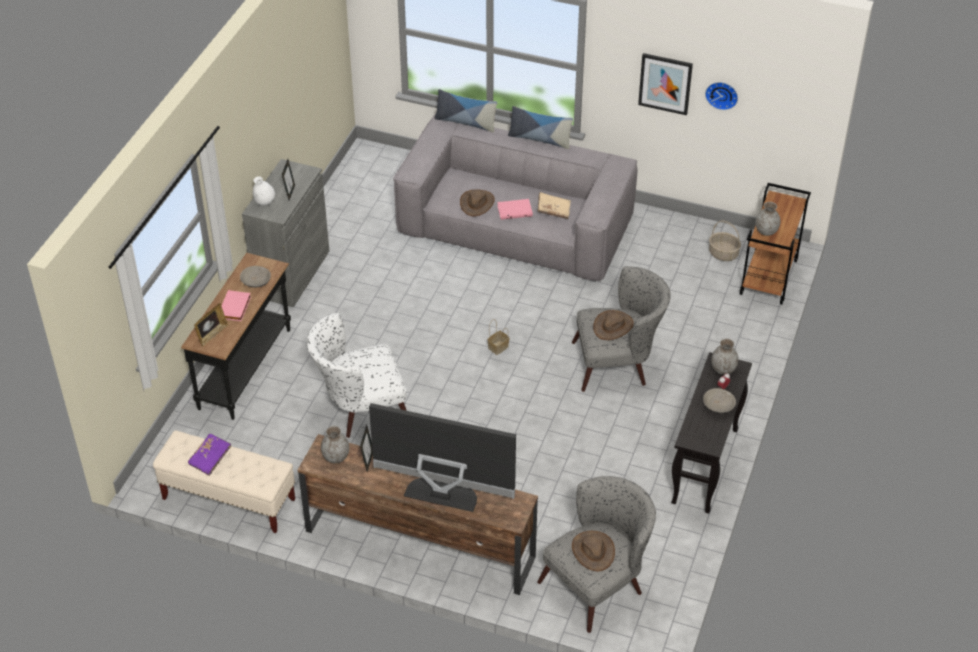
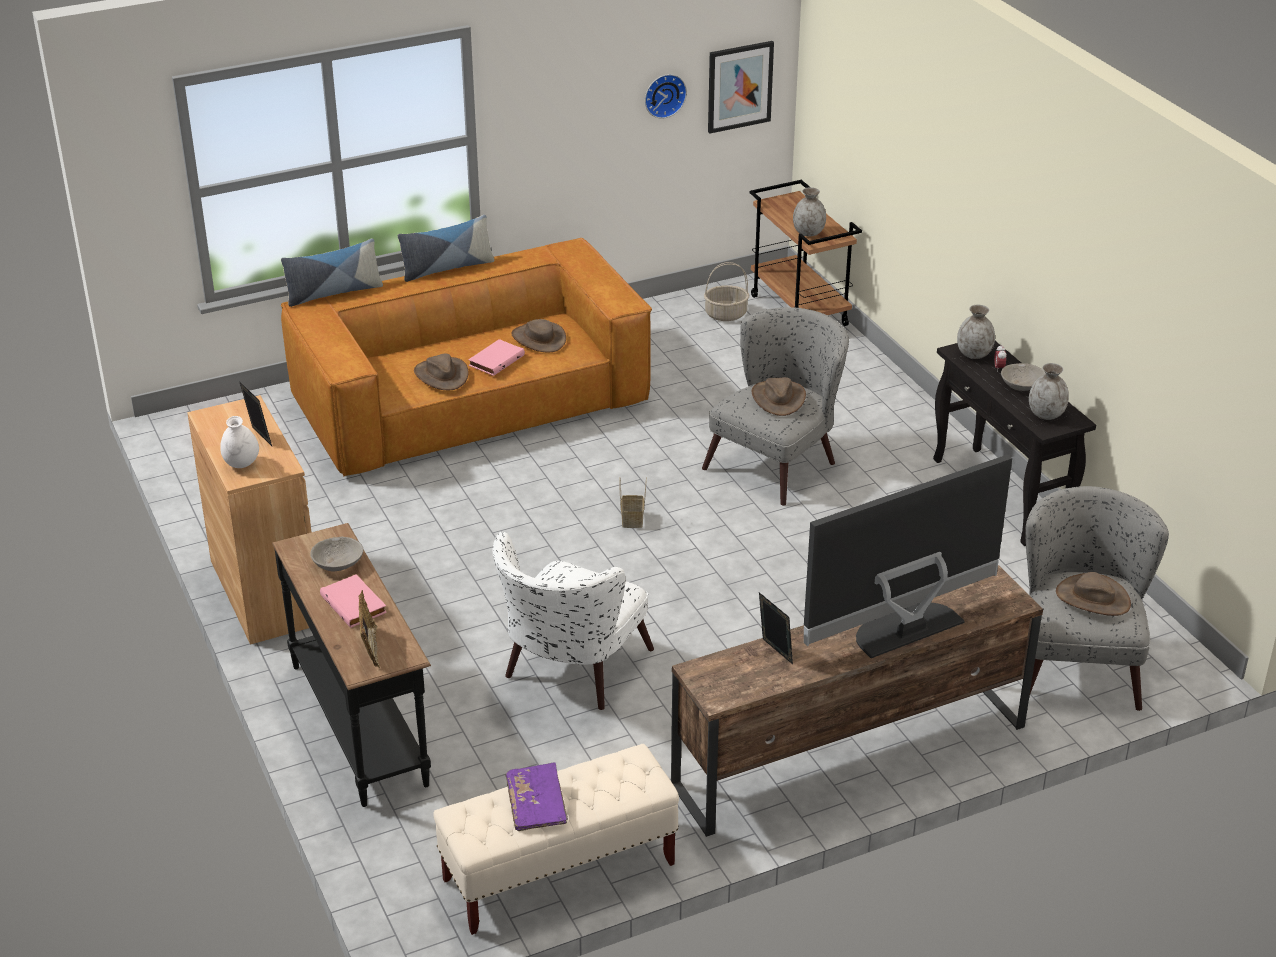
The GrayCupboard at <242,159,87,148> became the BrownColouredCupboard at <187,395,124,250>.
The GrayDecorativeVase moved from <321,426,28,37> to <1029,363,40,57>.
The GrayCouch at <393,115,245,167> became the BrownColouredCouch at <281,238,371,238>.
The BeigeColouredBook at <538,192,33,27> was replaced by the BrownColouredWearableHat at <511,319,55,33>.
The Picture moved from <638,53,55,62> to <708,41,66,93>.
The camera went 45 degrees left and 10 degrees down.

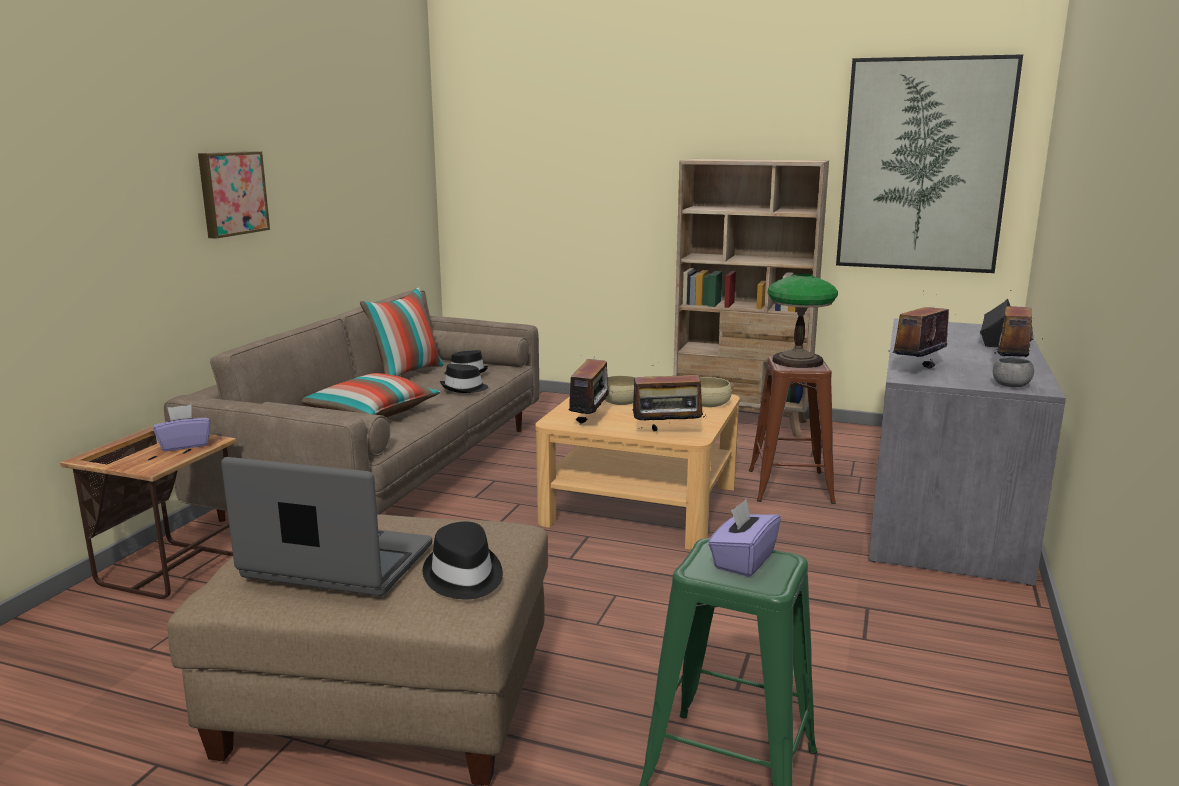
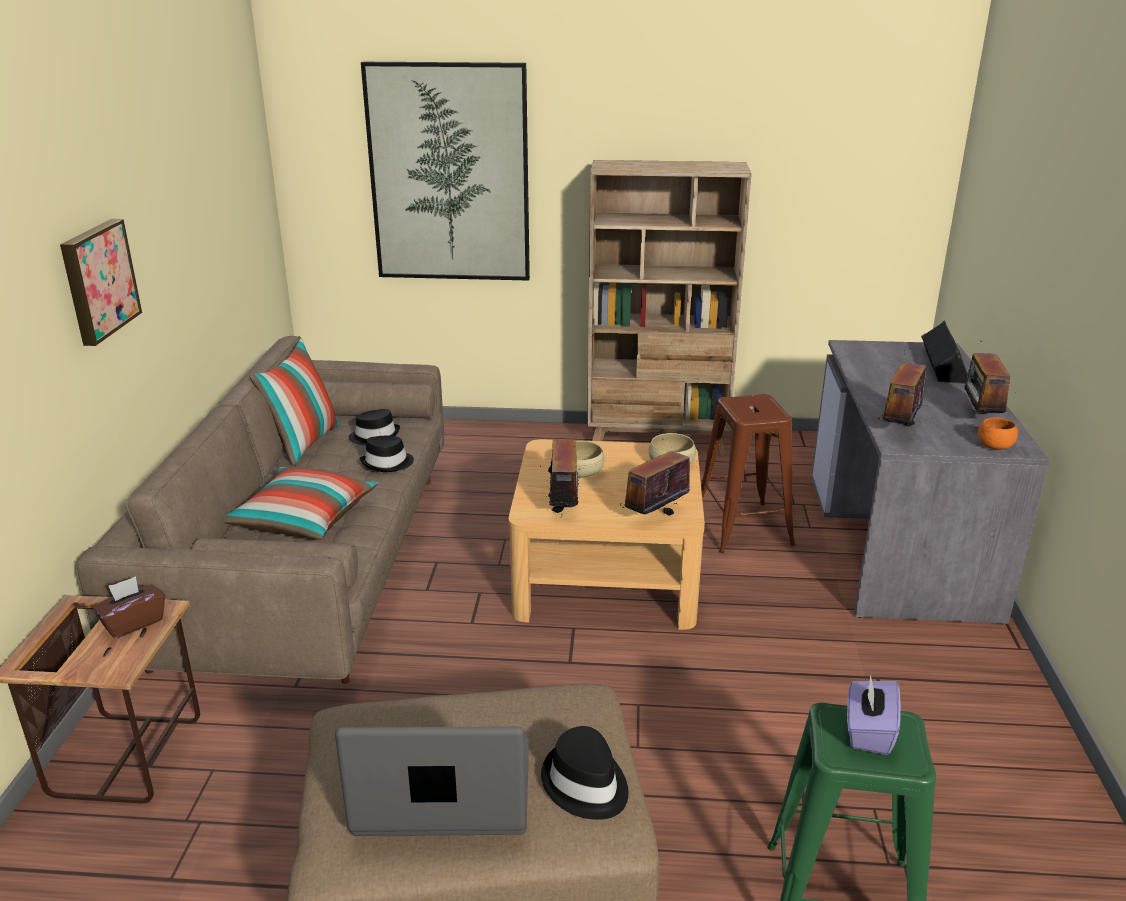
The PurpleColouredBoxOfTissues at <153,405,57,46> became the BrownColouredBoxOfTissues at <92,576,73,63>.
The Radio at <632,365,74,66> turned 150 degrees clockwise.
The TableLamp at <767,273,71,95> disappeared.
The Picture moved from <836,54,187,219> to <361,62,169,219>.
The GrayDeepDish at <993,357,41,30> became the OrangeyDeepDish at <978,417,40,33>.
The camera went 15 degrees left and 10 degrees up.

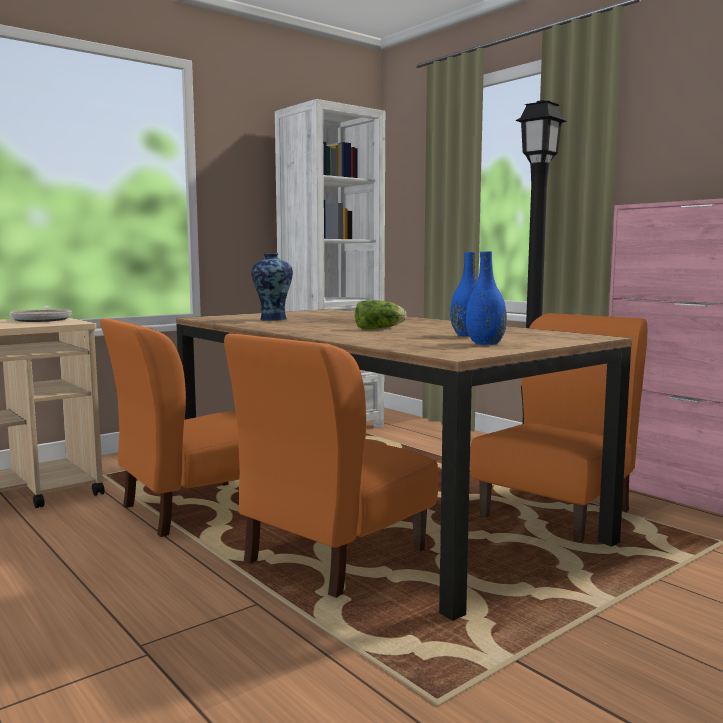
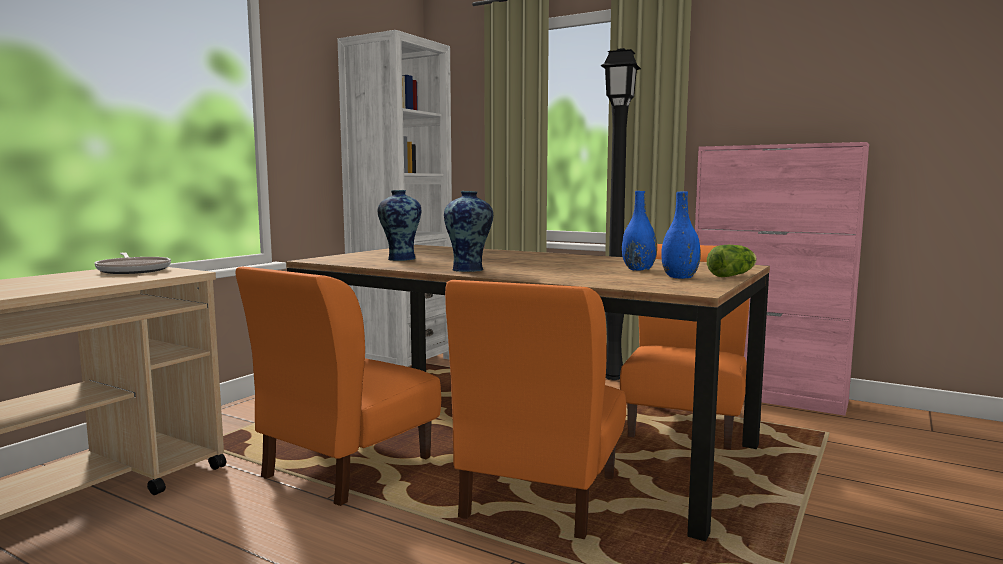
The Lettuce moved from <355,300,51,29> to <707,245,50,32>.
The DecorativeVase at <444,191,49,81> appeared.
The camera went 20 degrees left and 0 degrees up.

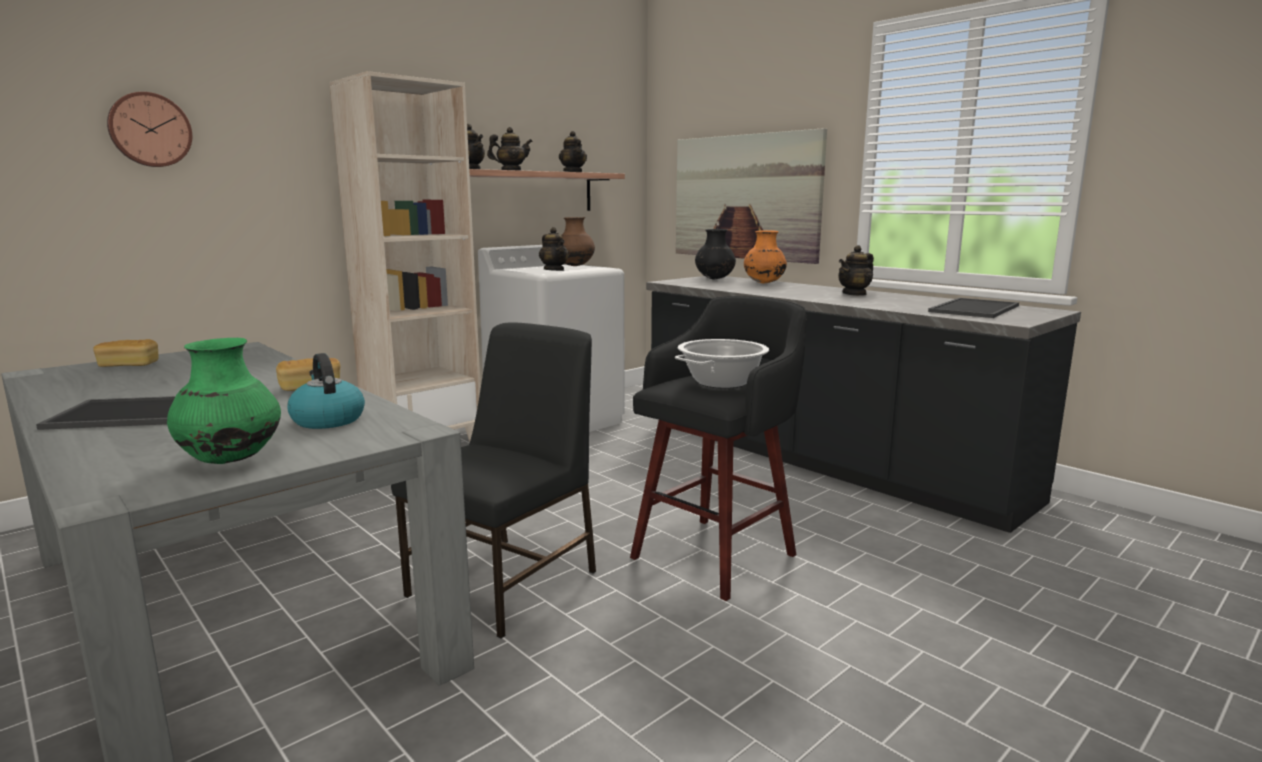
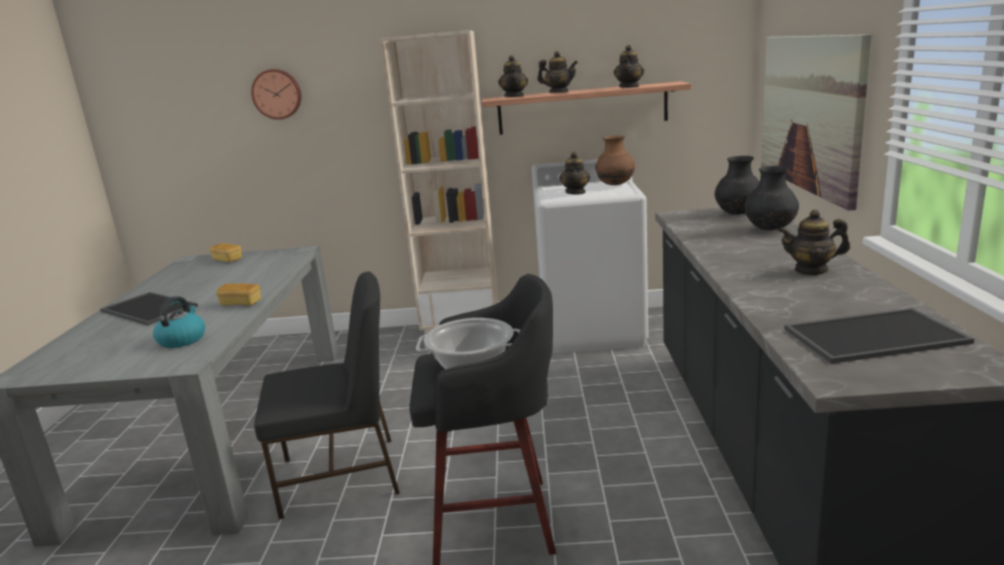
The GreenishDecorativeVase at <167,338,114,126> disappeared.
The OrangeyDecorativeVase at <744,230,43,53> became the BlackishDecorativeVase at <744,166,55,64>.
The camera went 45 degrees right and 5 degrees up.

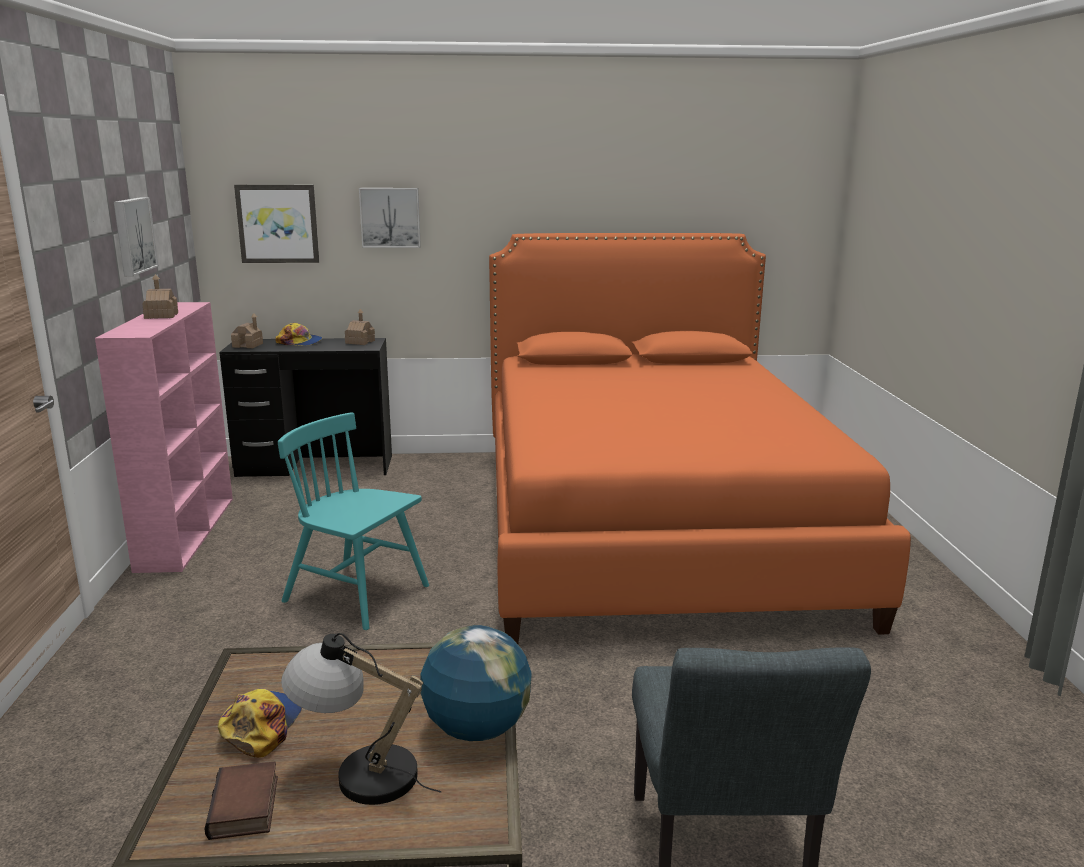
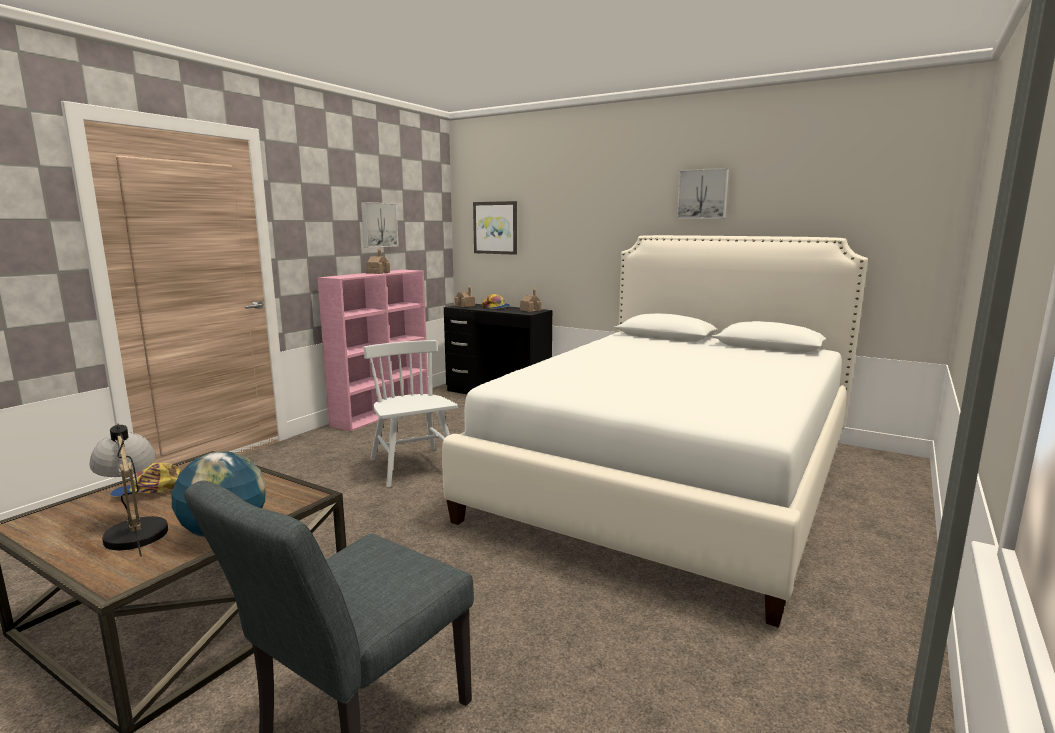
The Book at <205,761,73,79> disappeared.
The Cap at <218,689,84,69> turned 150 degrees counterclockwise.
The BlueGreenChair at <278,412,151,218> became the WhitishChair at <364,340,94,148>.
The Picture moved from <359,188,62,60> to <677,168,52,51>.
The OrangeyBed at <489,233,422,411> became the WhitishBed at <442,235,426,393>.
The camera went 35 degrees right and 5 degrees down.

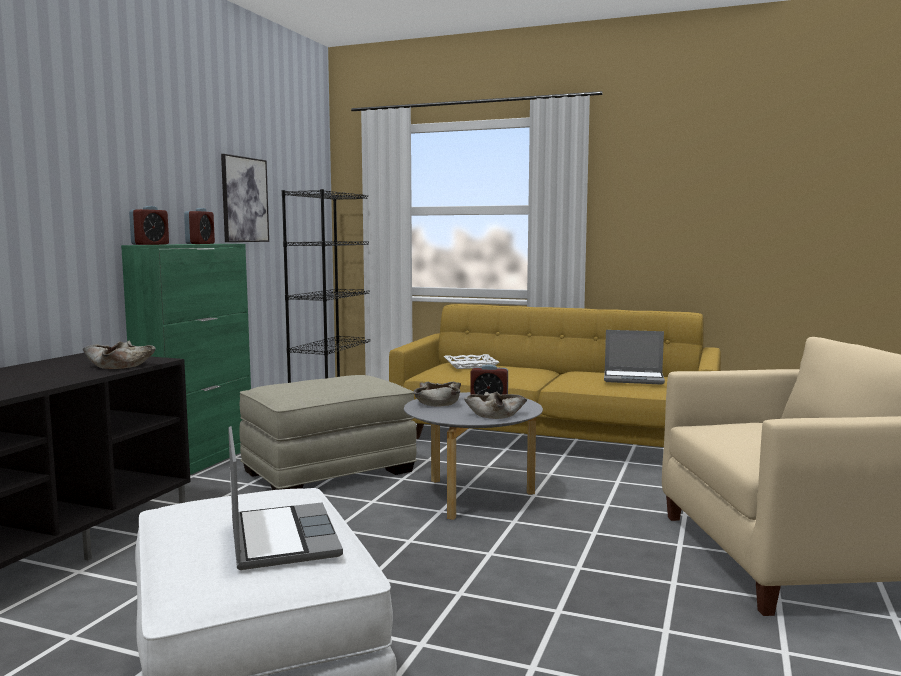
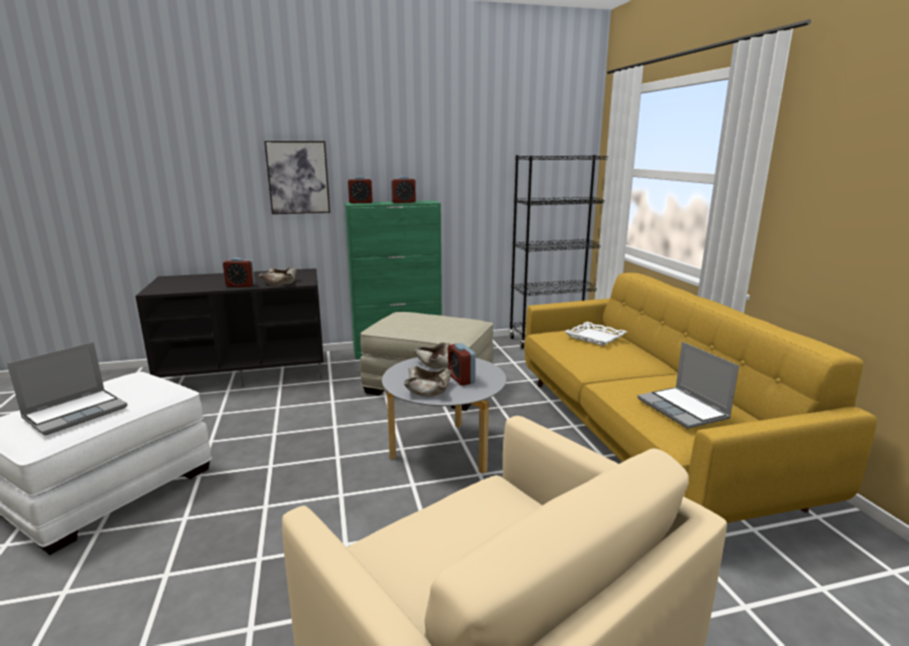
The Picture moved from <221,154,48,88> to <264,141,66,73>.
The AlarmClock at <223,258,32,29> appeared.
The camera went 55 degrees right and 10 degrees up.

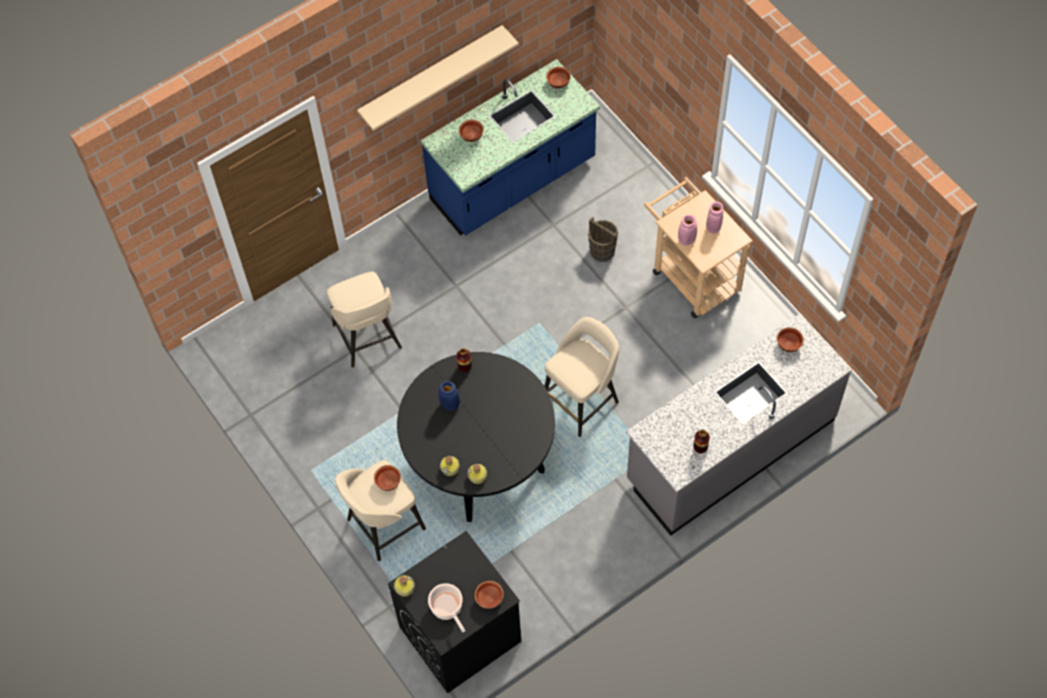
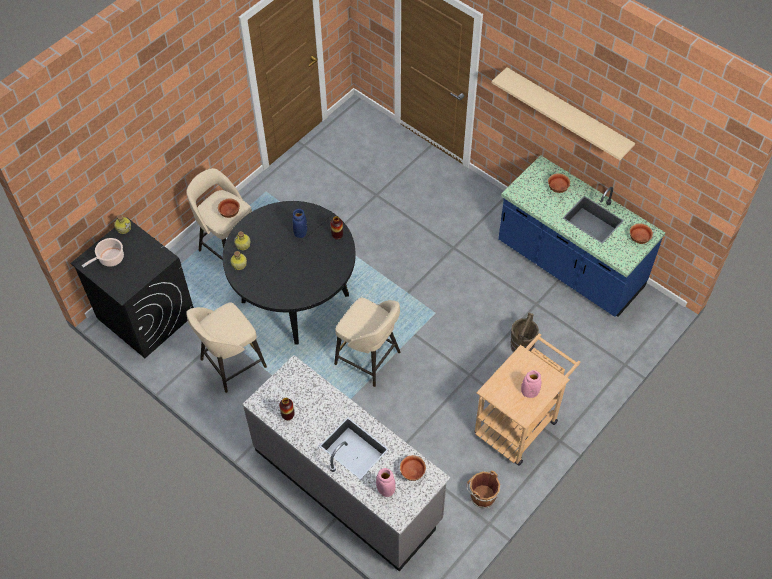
The BeigeColouredSittingStool moved from <327,272,75,95> to <186,303,81,90>.
The DeepDish at <475,581,29,28> disappeared.
The PinkDecorativeVase moved from <678,214,19,31> to <376,468,20,29>.
The BrownColouredPail at <467,470,33,38> appeared.
The camera went 75 degrees right and 5 degrees down.

